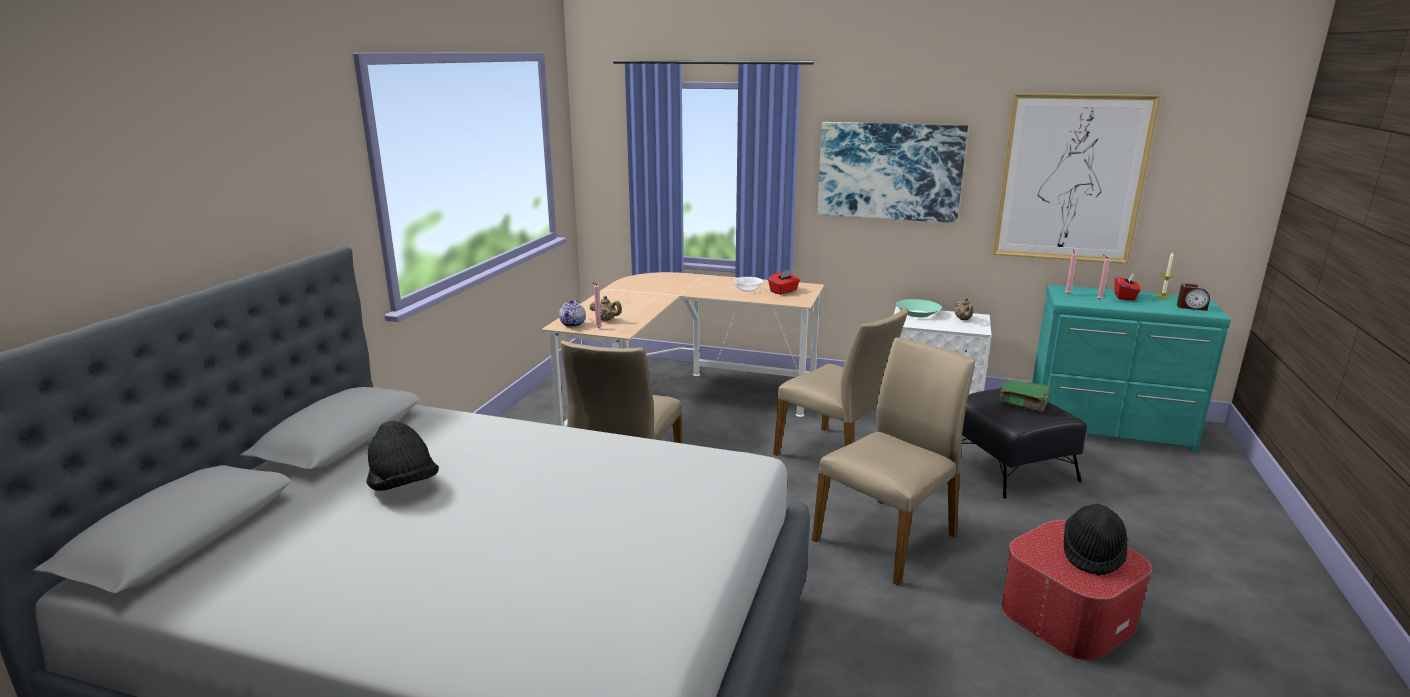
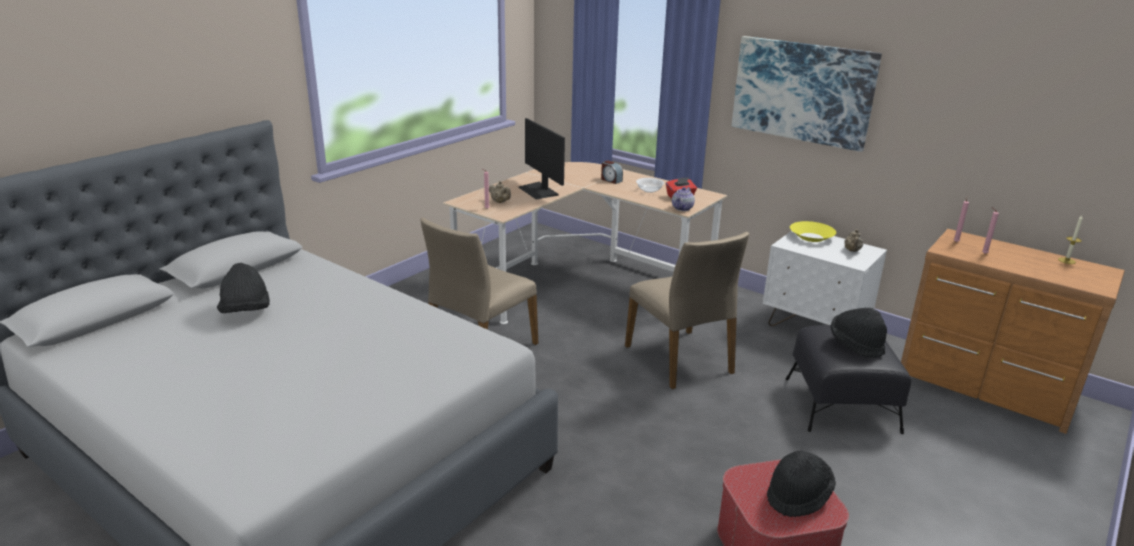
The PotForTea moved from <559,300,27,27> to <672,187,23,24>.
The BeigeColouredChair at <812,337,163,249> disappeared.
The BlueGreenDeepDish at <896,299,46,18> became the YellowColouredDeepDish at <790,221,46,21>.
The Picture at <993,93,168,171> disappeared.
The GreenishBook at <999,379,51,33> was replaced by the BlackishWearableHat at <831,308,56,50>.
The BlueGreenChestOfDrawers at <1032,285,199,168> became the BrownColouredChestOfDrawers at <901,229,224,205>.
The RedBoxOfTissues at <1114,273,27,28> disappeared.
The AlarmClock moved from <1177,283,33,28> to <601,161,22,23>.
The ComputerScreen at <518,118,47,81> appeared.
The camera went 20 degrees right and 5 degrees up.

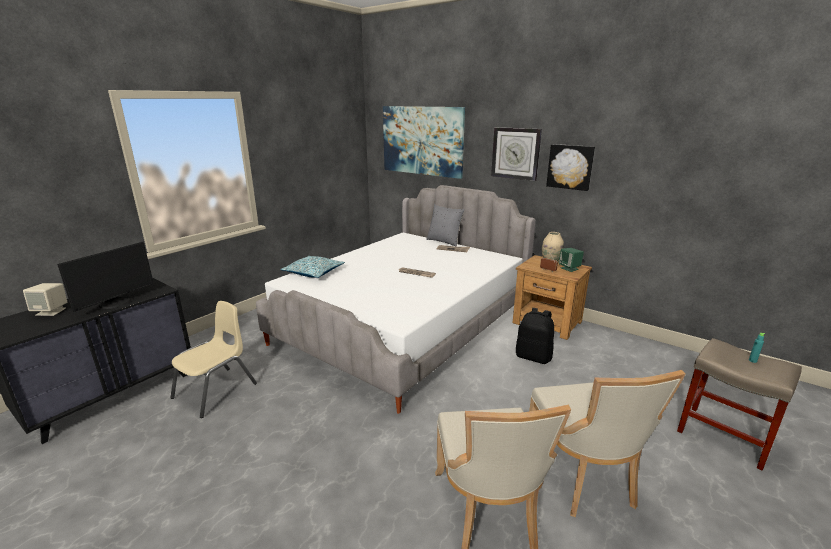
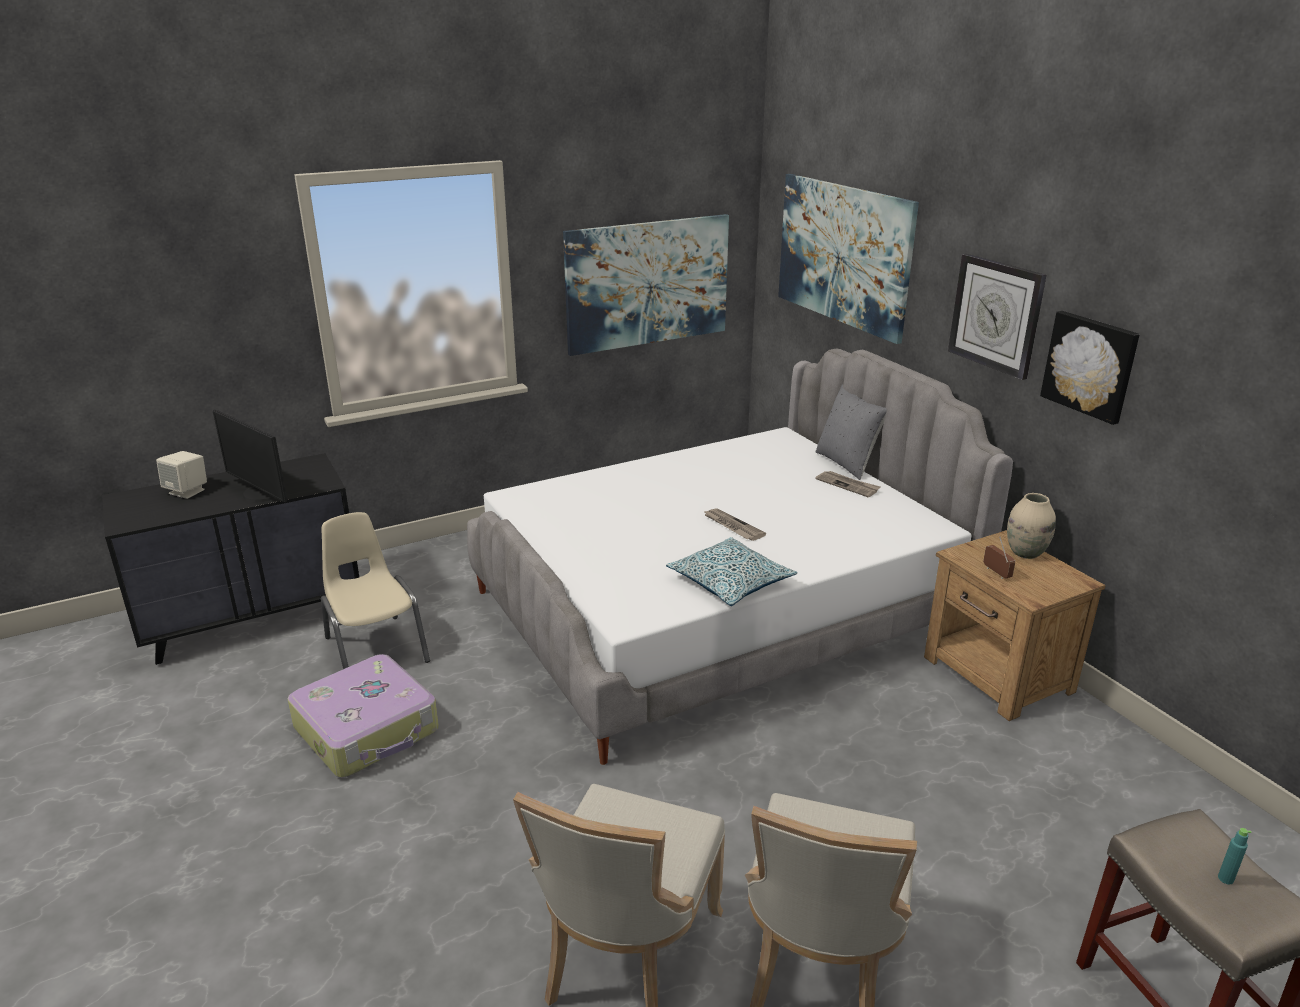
The ComputerScreen at <57,242,97,70> turned 75 degrees clockwise.
The BeigeColouredChair at <170,301,87,117> turned 90 degrees counterclockwise.
The ThrowPillow moved from <281,256,64,22> to <666,537,132,69>.
The BlackishKnapsack at <516,308,38,56> disappeared.
The GreenishSpeaker at <558,248,26,24> disappeared.
The Suitcase at <287,654,152,124> appeared.
The Picture at <563,214,166,142> appeared.
The camera went 25 degrees right and 5 degrees up.

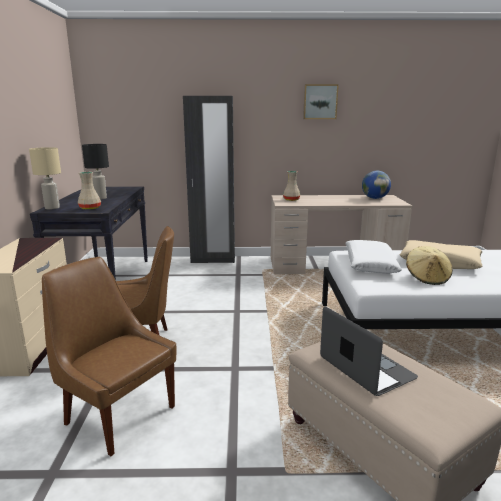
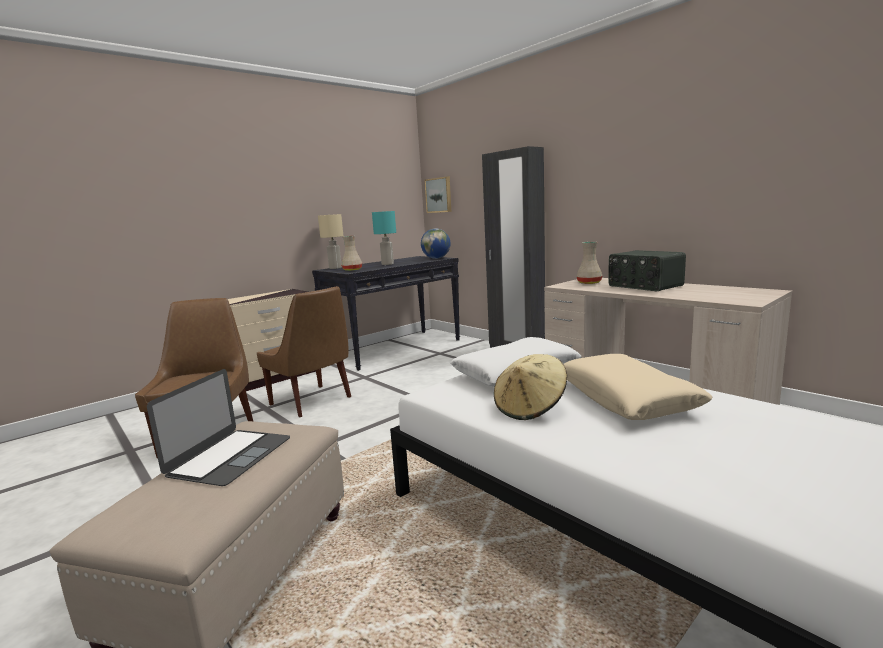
The BlackishTableLamp at <82,144,27,56> became the BlueGreenTableLamp at <372,211,24,54>.
The Picture moved from <303,84,36,35> to <425,177,26,36>.
The Globe moved from <362,171,29,28> to <421,229,30,30>.
The Radio at <608,250,78,41> appeared.
The camera went 50 degrees right and 5 degrees down.

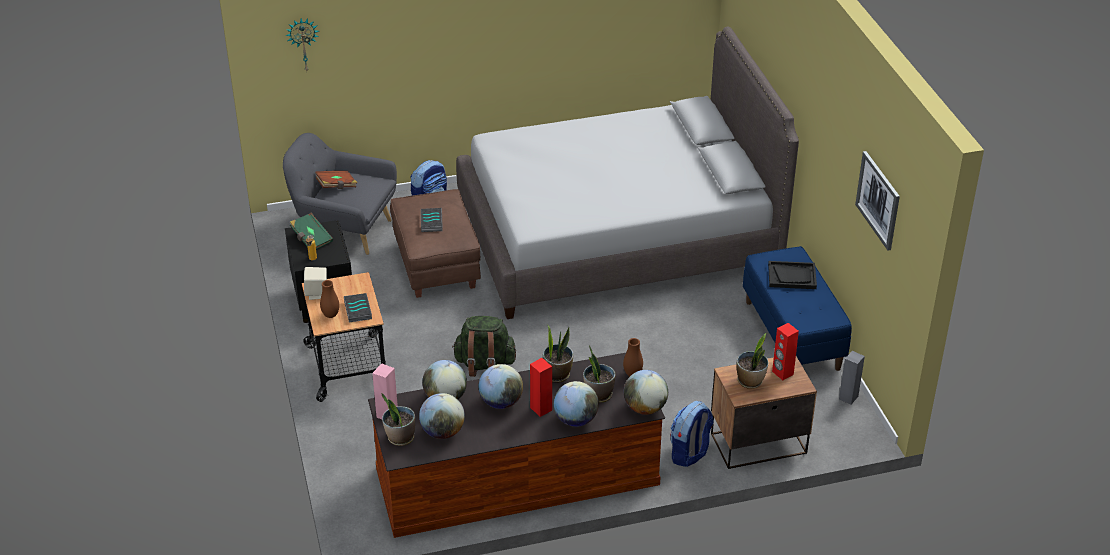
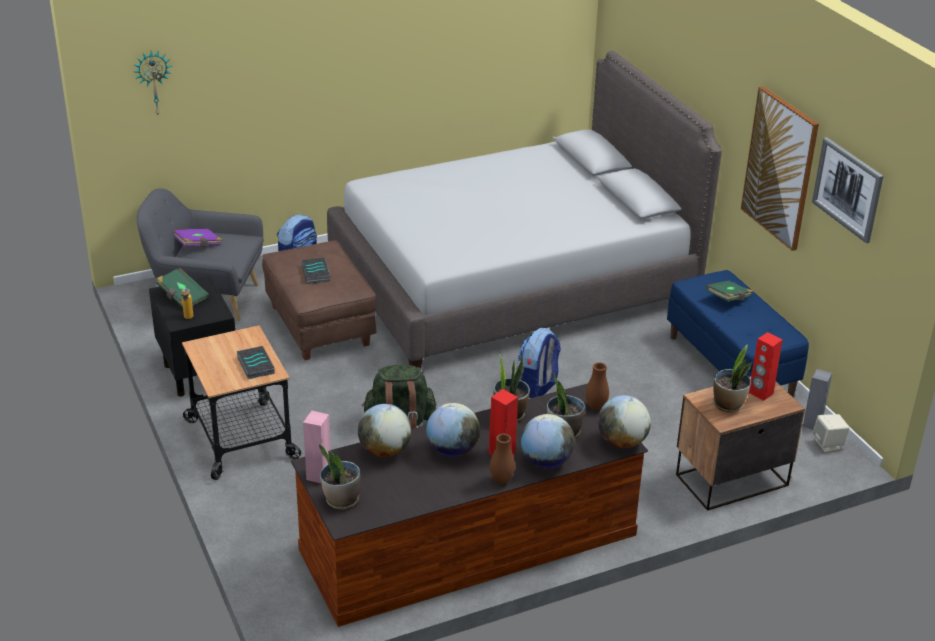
The BeigeColouredSpeaker moved from <304,267,23,33> to <812,414,38,38>.
The BrownColouredBook at <315,171,42,18> became the PurpleColouredBook at <173,229,49,18>.
The BrownColouredDecorativeVase moved from <320,280,19,38> to <490,434,25,50>.
The Globe at <419,393,46,46> disappeared.
The Knapsack moved from <671,401,42,66> to <516,328,45,70>.
The BlackishServingTray at <768,261,49,28> was replaced by the GreenishBook at <705,281,48,21>.
The Picture at <741,86,78,165> appeared.
The camera went 10 degrees left and 5 degrees down.

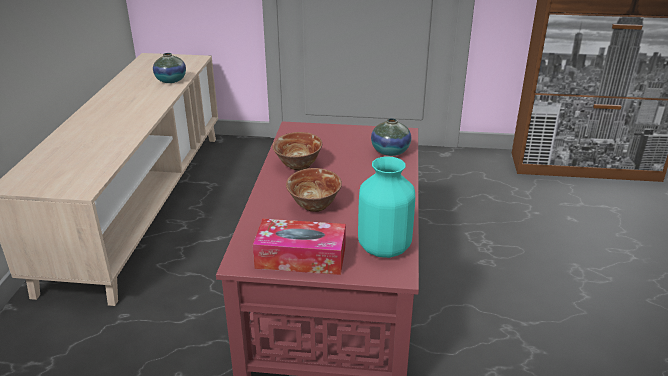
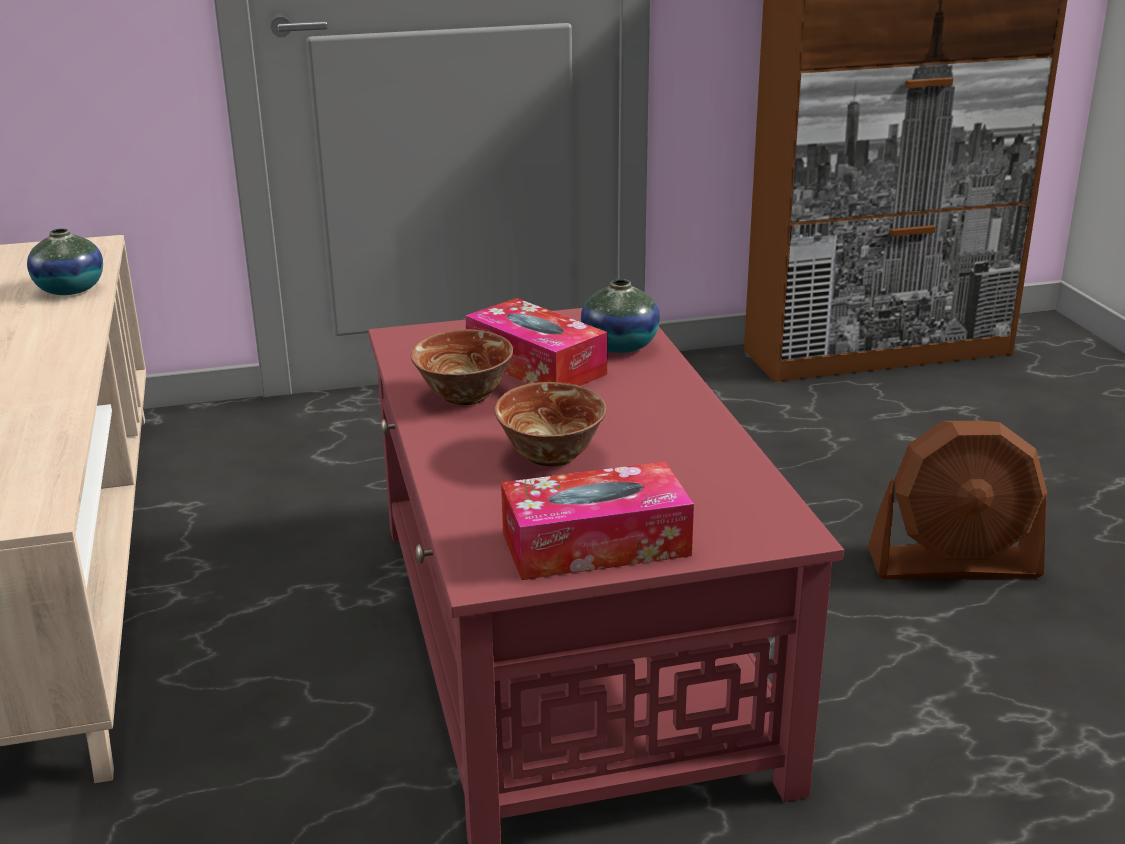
The BlueGreenDecorativeVase at <358,156,57,102> disappeared.
The BoxOfTissues at <465,298,143,88> appeared.
The BrownColouredFan at <868,421,179,158> appeared.
The camera went 20 degrees left and 5 degrees down.

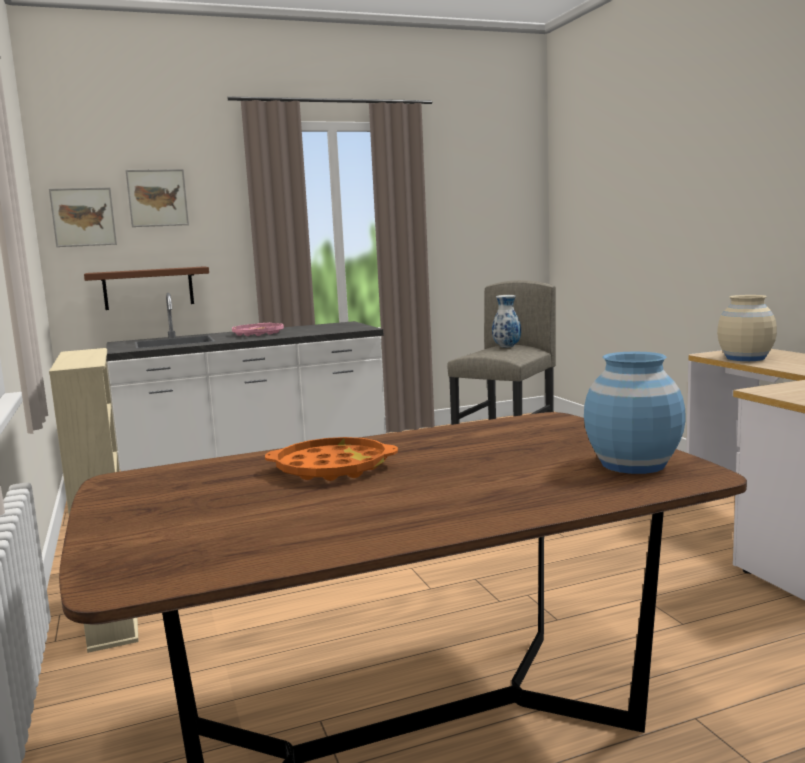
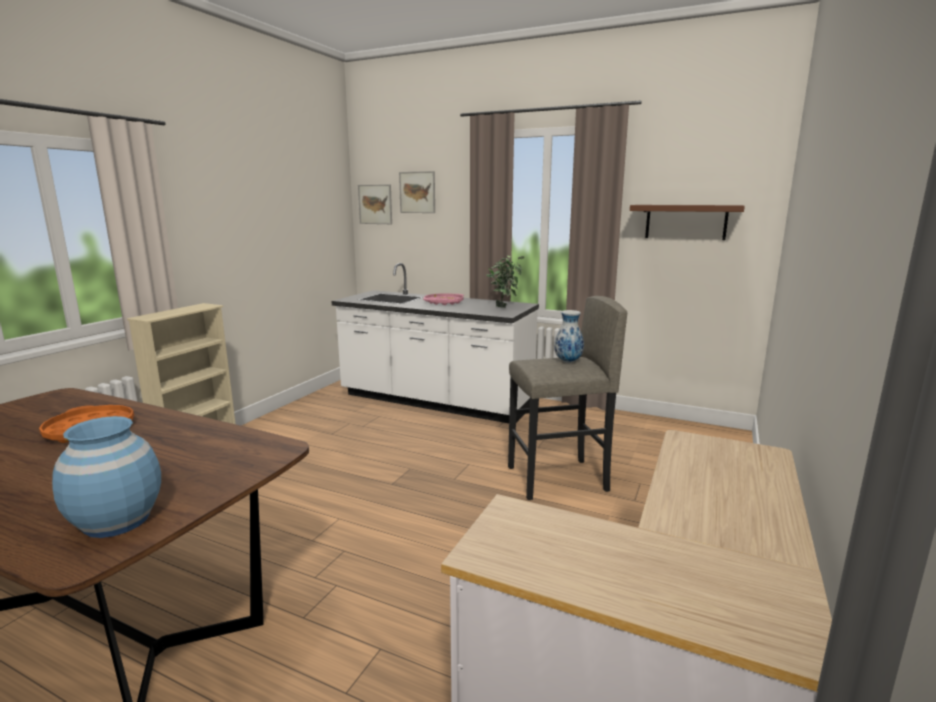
The BrownColouredShelf moved from <84,266,125,44> to <630,205,115,35>.
The BeigeColouredDecorativeVase at <717,295,60,66> disappeared.
The PlantInAPot at <486,255,39,53> appeared.
The camera went 45 degrees right and 5 degrees up.

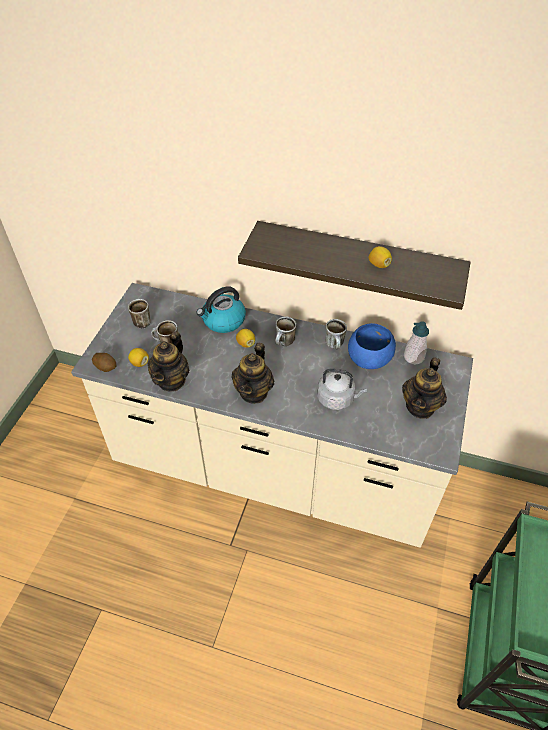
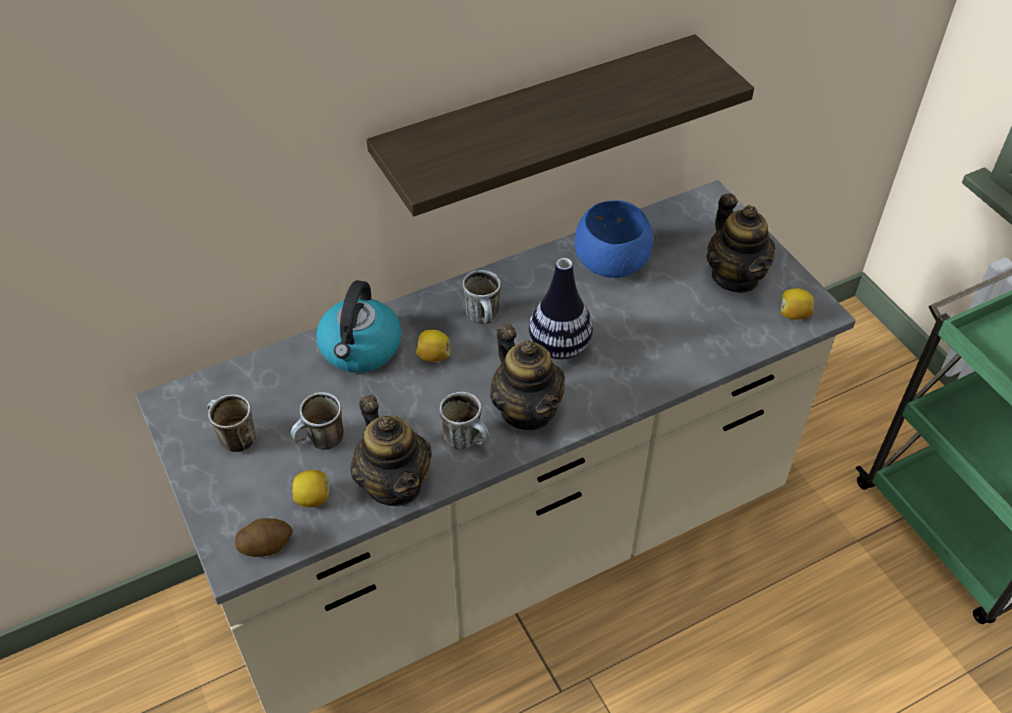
The GrayWaterKettle at <317,369,50,41> disappeared.
The TeaMug moved from <325,319,22,30> to <440,392,49,58>.
The CitrusFruit moved from <369,246,23,22> to <781,288,33,32>.
The SoapBottle at <404,321,25,44> disappeared.
The DecorativeVase at <529,258,64,101> appeared.
The camera went 45 degrees left and 0 degrees up.

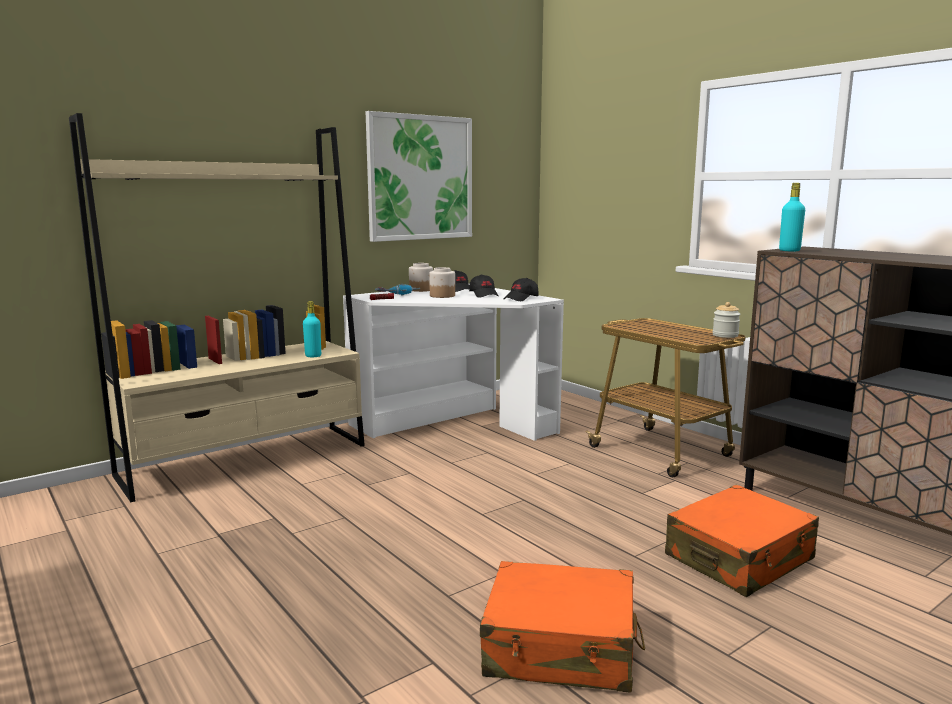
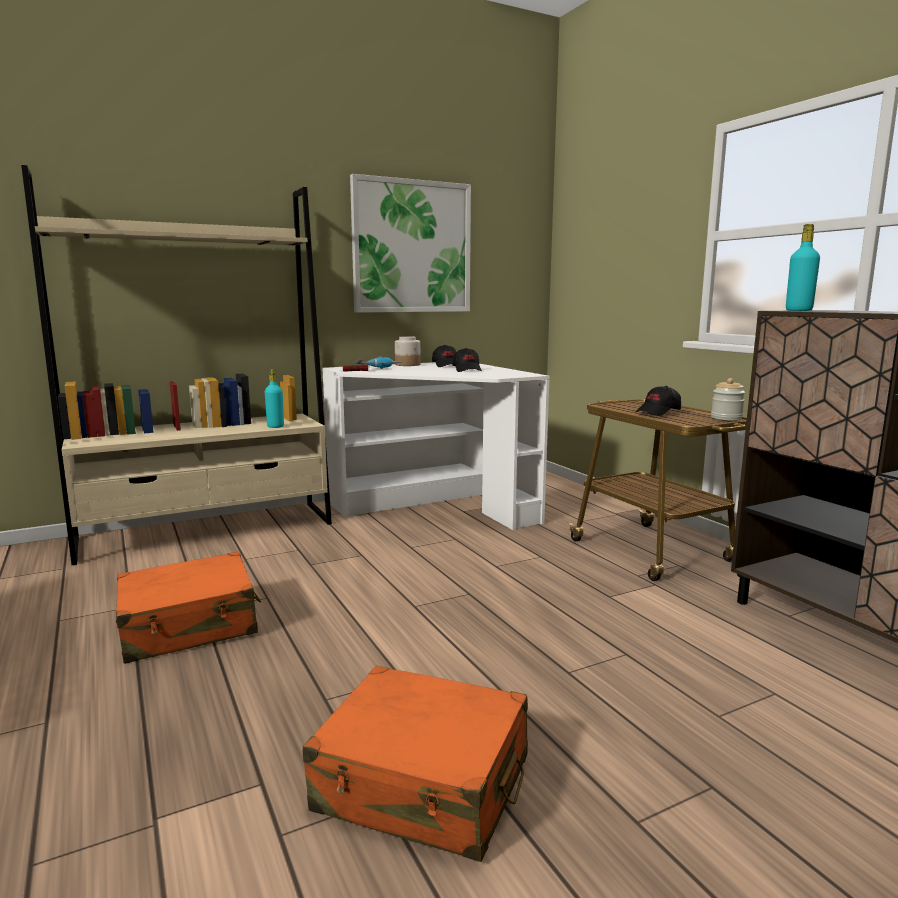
The PreserveJar at <429,267,26,31> disappeared.
The BlackishCap moved from <504,278,35,23> to <635,386,46,30>.
The OrangeySuitcase moved from <665,485,154,112> to <116,552,145,112>.
The camera went 10 degrees right and 0 degrees up.

